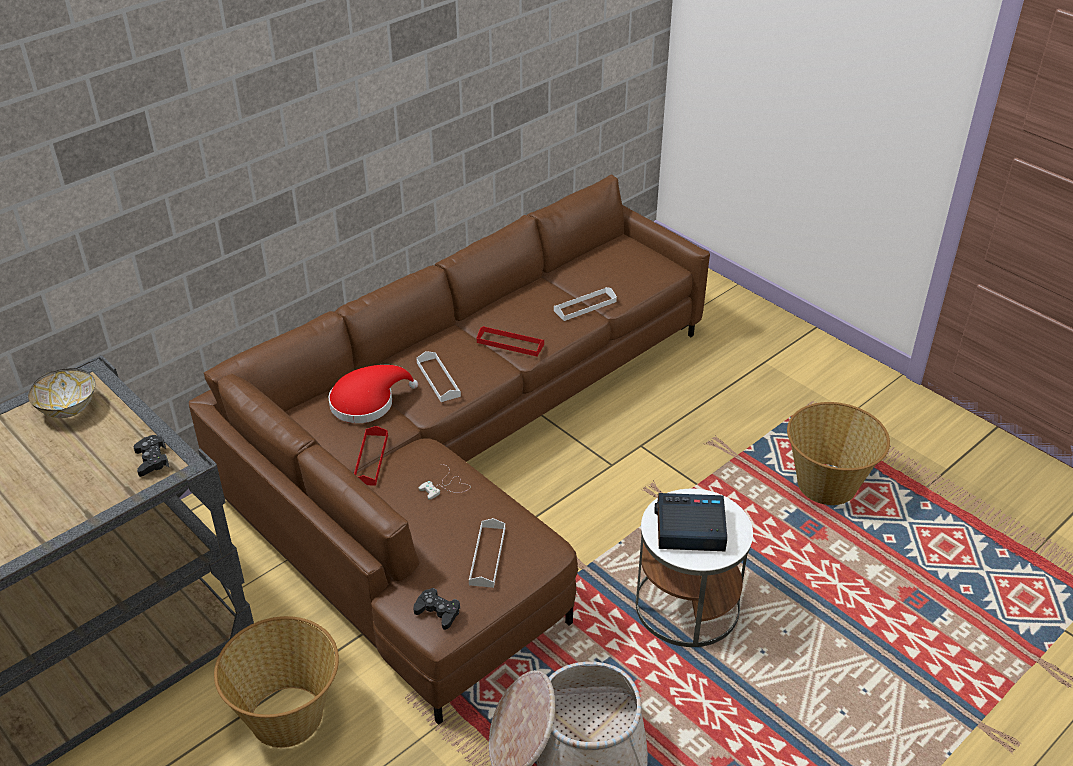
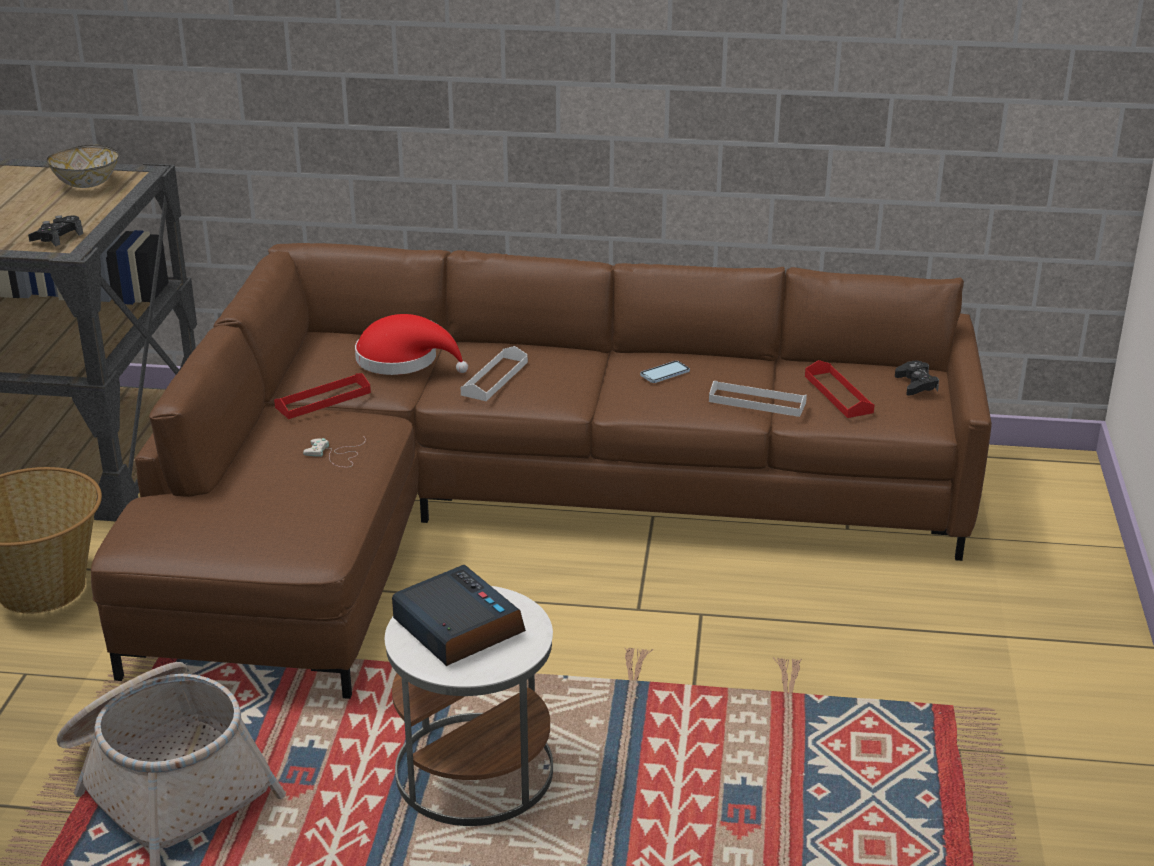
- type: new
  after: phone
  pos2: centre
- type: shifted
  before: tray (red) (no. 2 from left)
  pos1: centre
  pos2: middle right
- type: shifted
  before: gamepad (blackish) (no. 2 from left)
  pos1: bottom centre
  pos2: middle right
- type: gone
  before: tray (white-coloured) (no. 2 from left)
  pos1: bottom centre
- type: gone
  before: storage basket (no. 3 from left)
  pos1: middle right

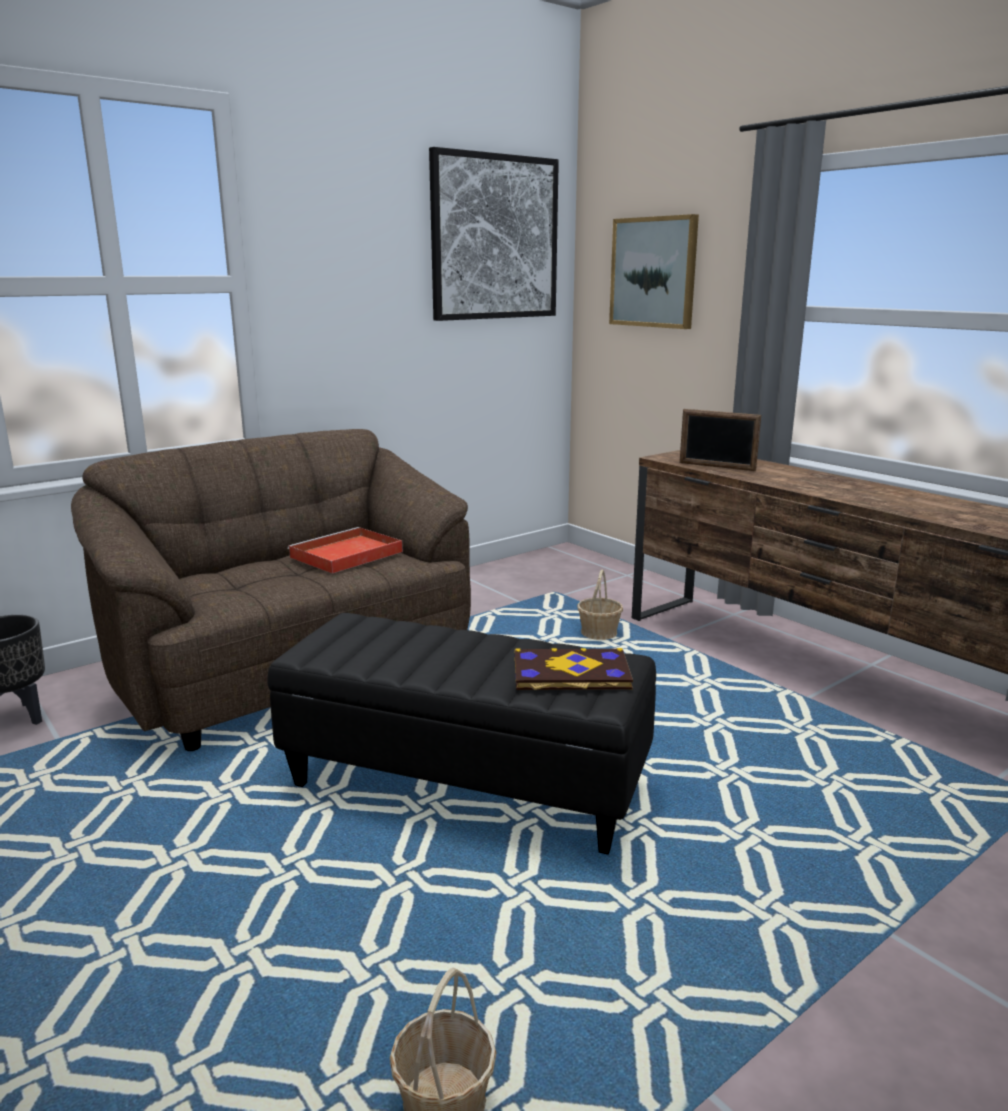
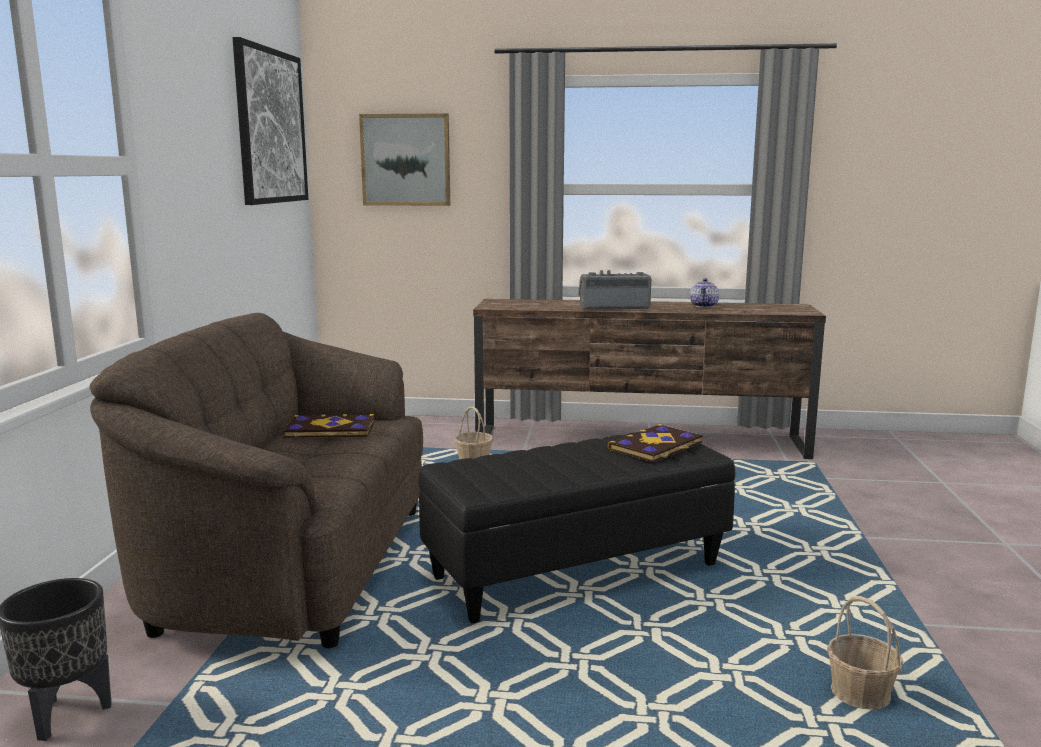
- type: swapped
  before: tray (red)
  after: bound book (no. 1 from left)
  pos1: centre
  pos2: middle left
- type: new
  after: radio
  pos2: centre
- type: new
  after: tea pot
  pos2: middle right
- type: gone
  before: standing frame
  pos1: middle right

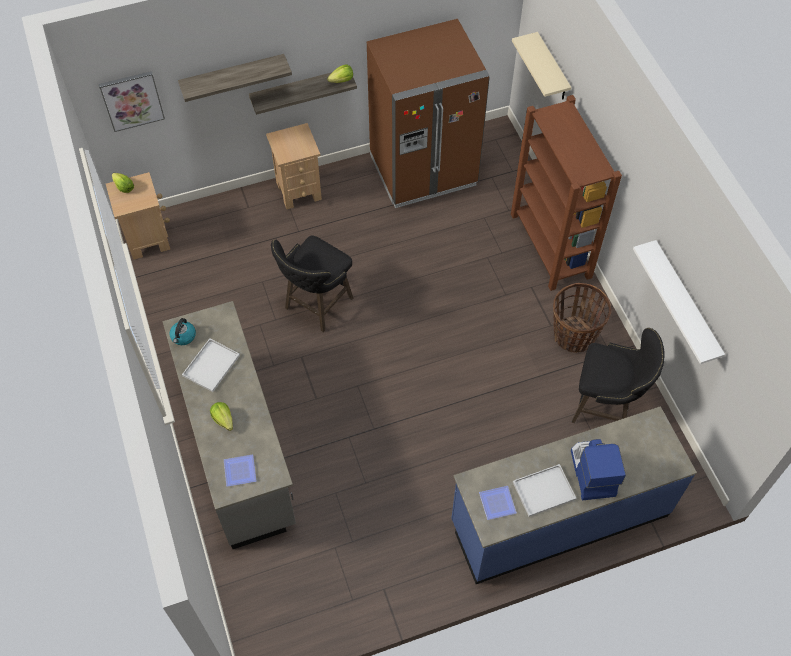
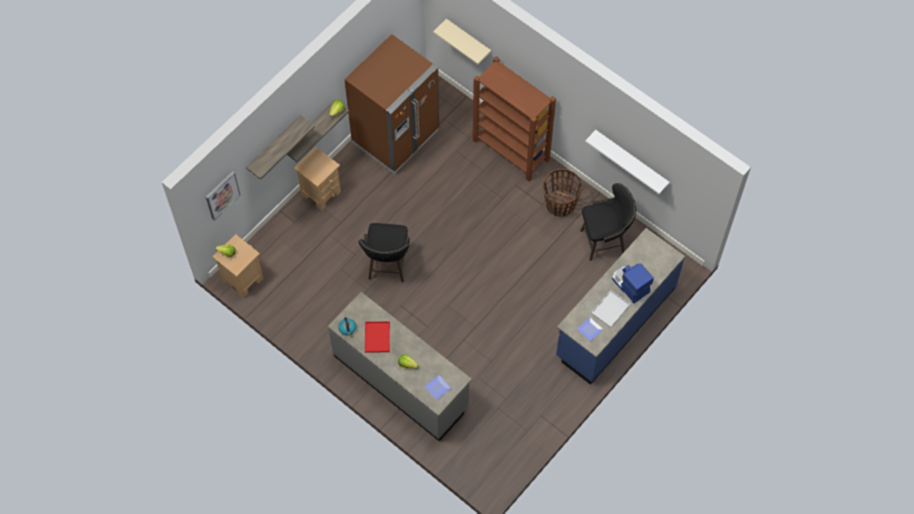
- type: repainted
  before: tray (white-coloured) (no. 1 from left)
  after: tray (red)
  pos1: middle left
  pos2: centre

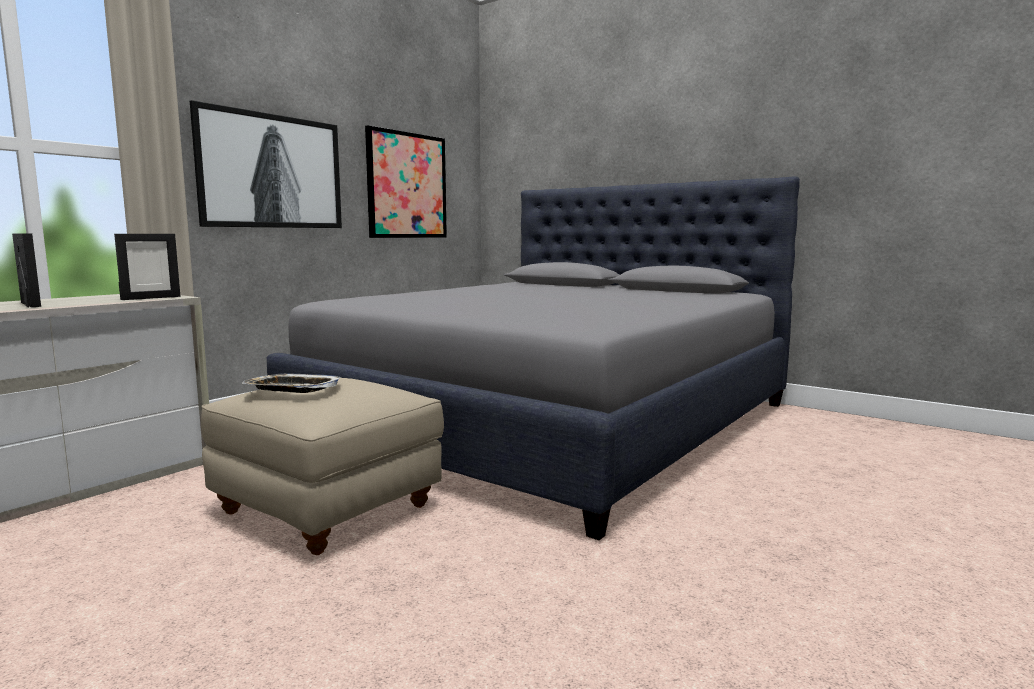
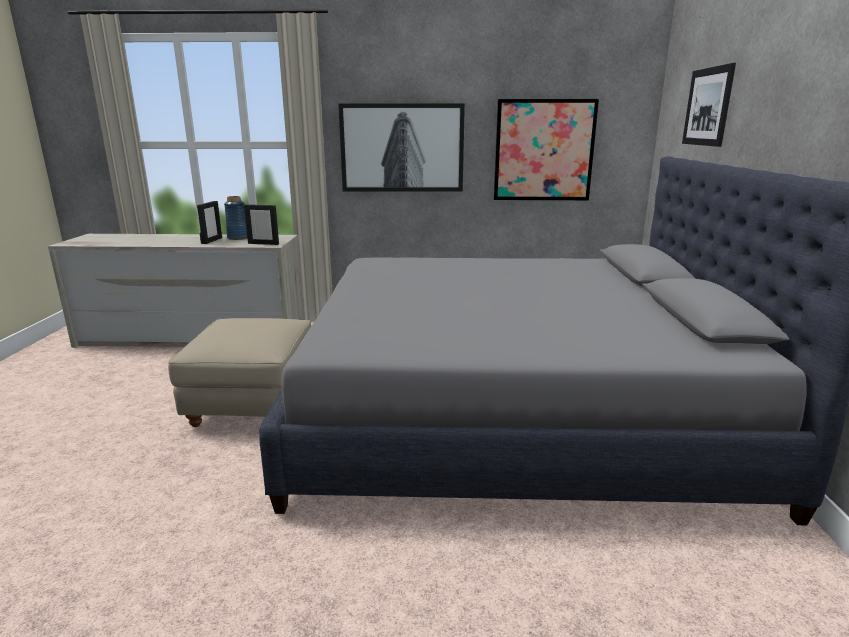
- type: new
  after: vase (blue)
  pos2: middle left
- type: new
  after: wall picture (no. 3 from left)
  pos2: top right
- type: gone
  before: tray
  pos1: middle left

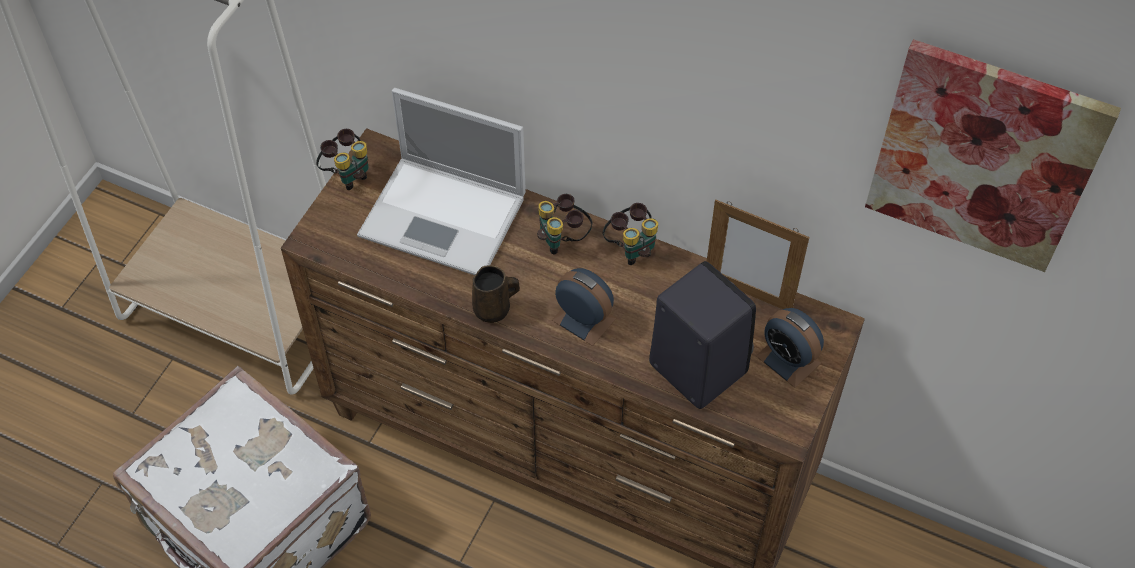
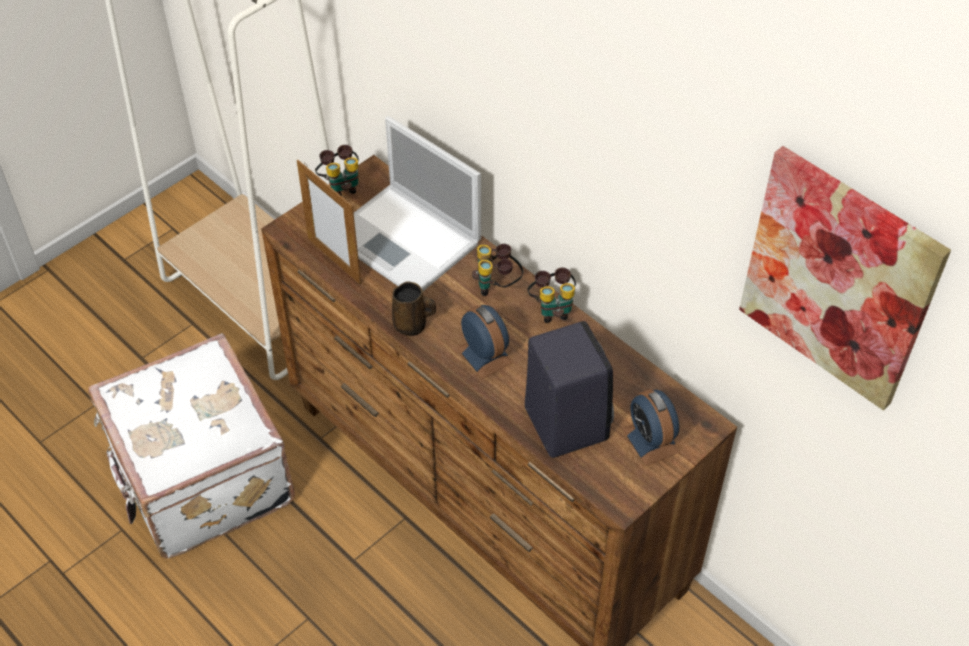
- type: shifted
  before: standing frame
  pos1: middle right
  pos2: centre

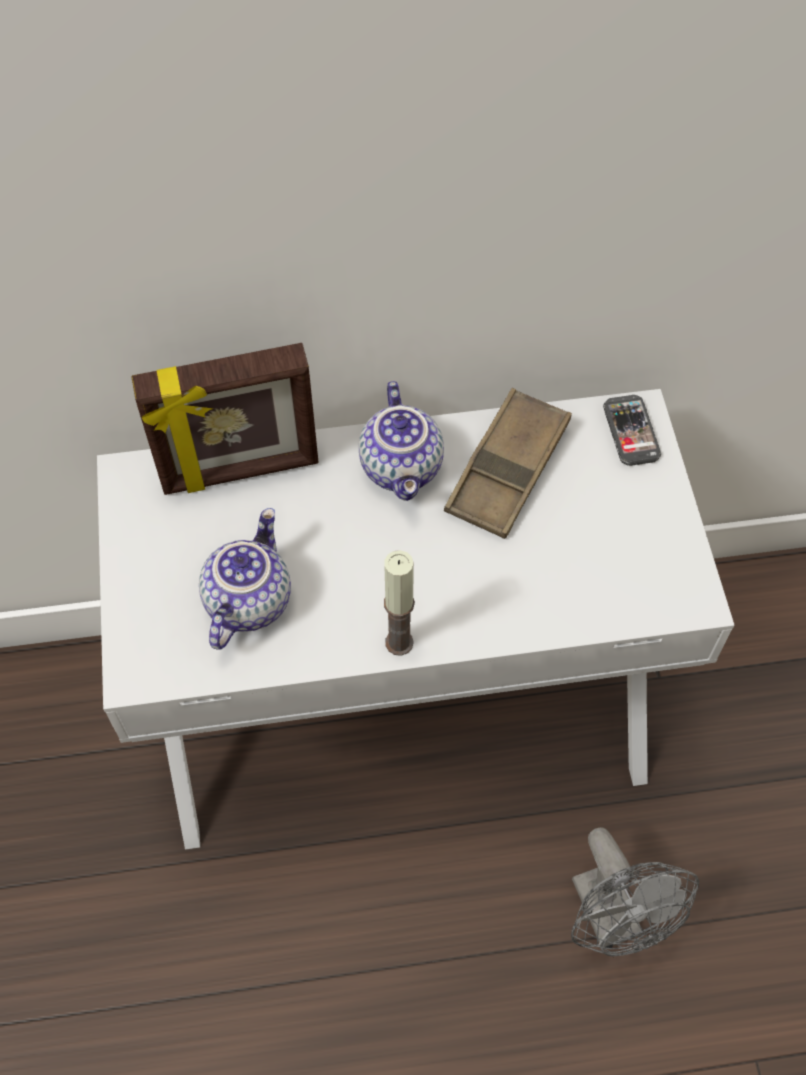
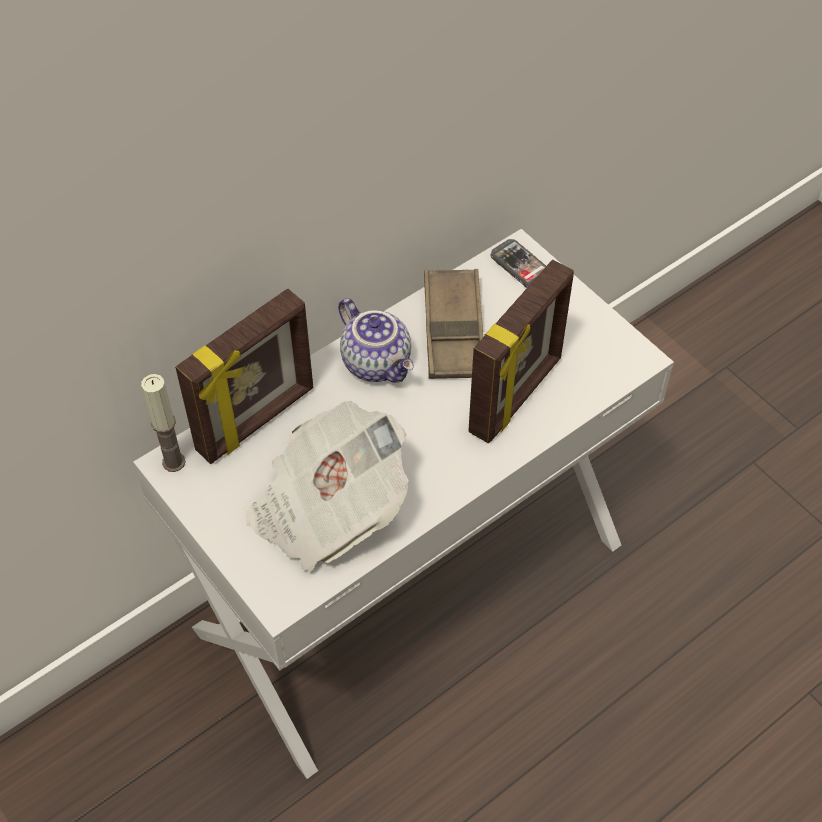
- type: shifted
  before: wax candle
  pos1: centre
  pos2: middle left
- type: swapped
  before: tea pot (no. 1 from left)
  after: daily paper
  pos1: middle left
  pos2: centre
- type: new
  after: standing frame (no. 2 from left)
  pos2: centre
- type: gone
  before: fan (greyish)
  pos1: bottom right

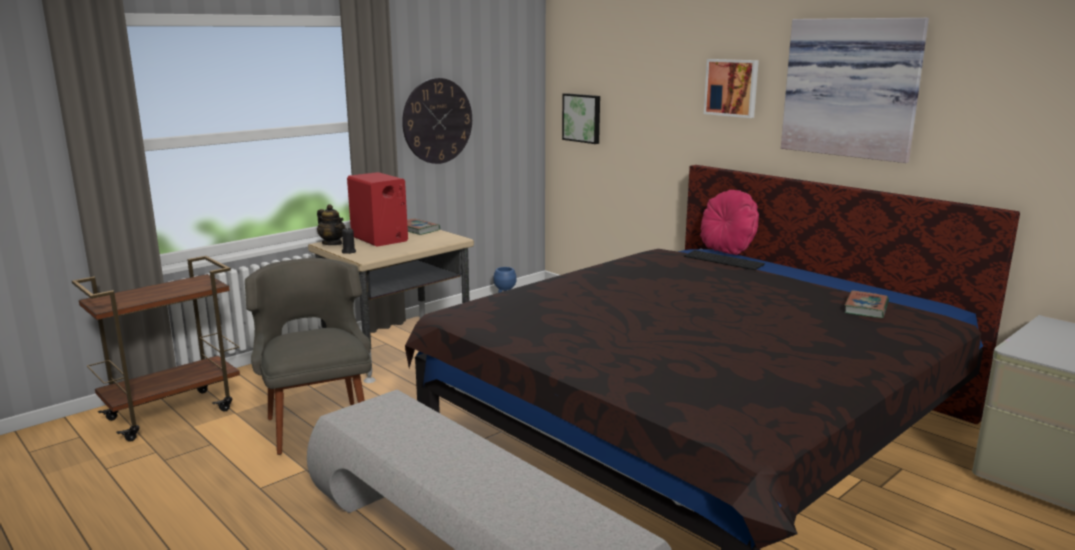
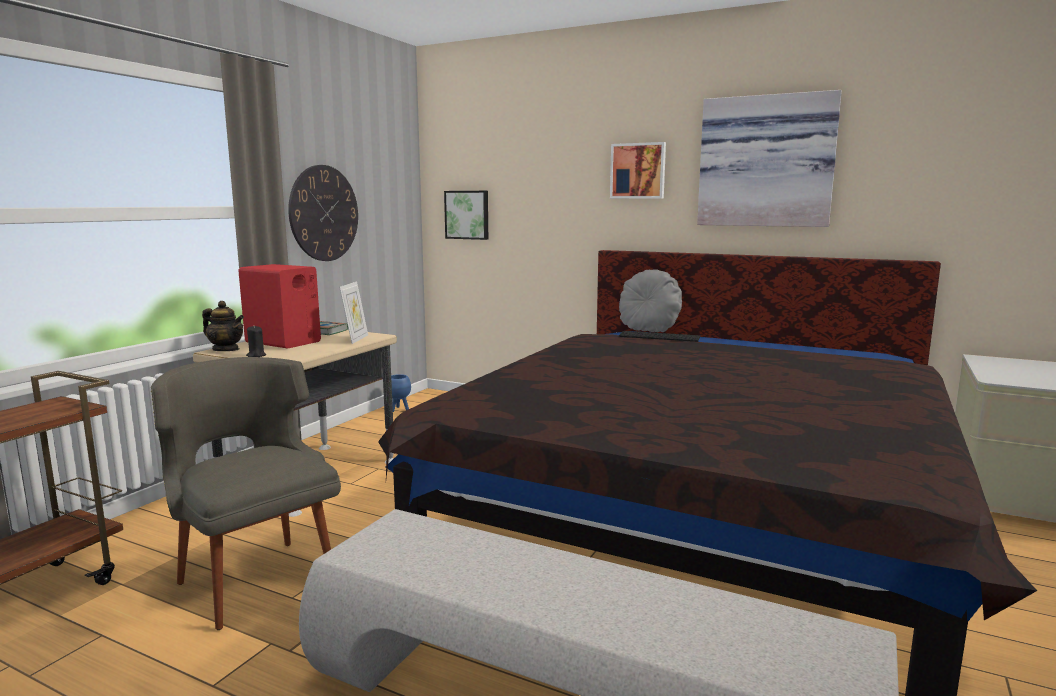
- type: new
  after: standing frame
  pos2: centre
- type: repainted
  before: pillow (pink)
  after: pillow (greyish)
  pos1: middle right
  pos2: centre
- type: gone
  before: bound book (no. 2 from left)
  pos1: middle right

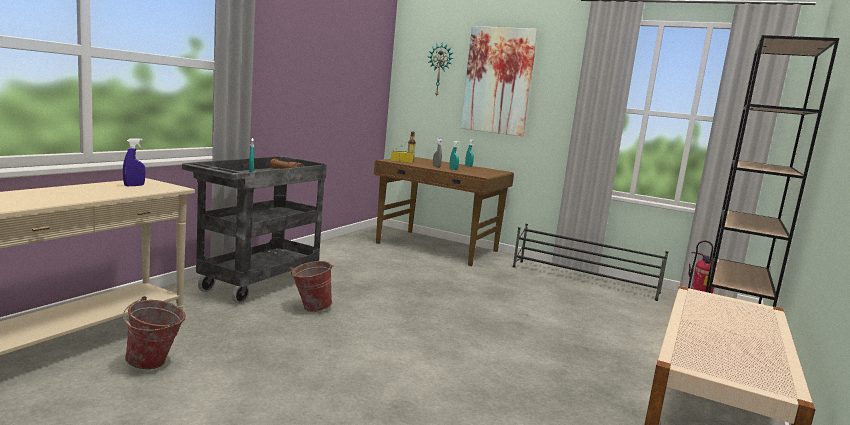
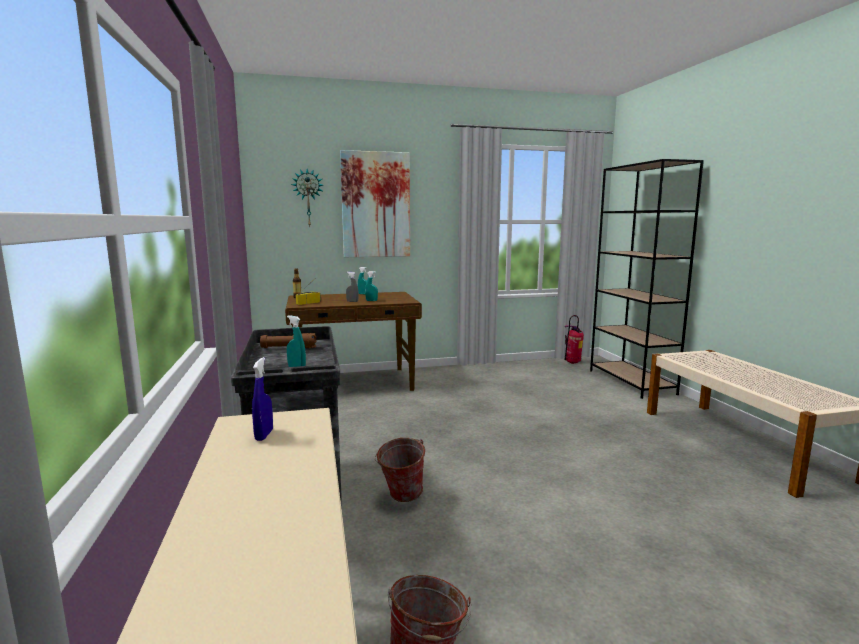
- type: gone
  before: shoe stand (blackish)
  pos1: middle right

